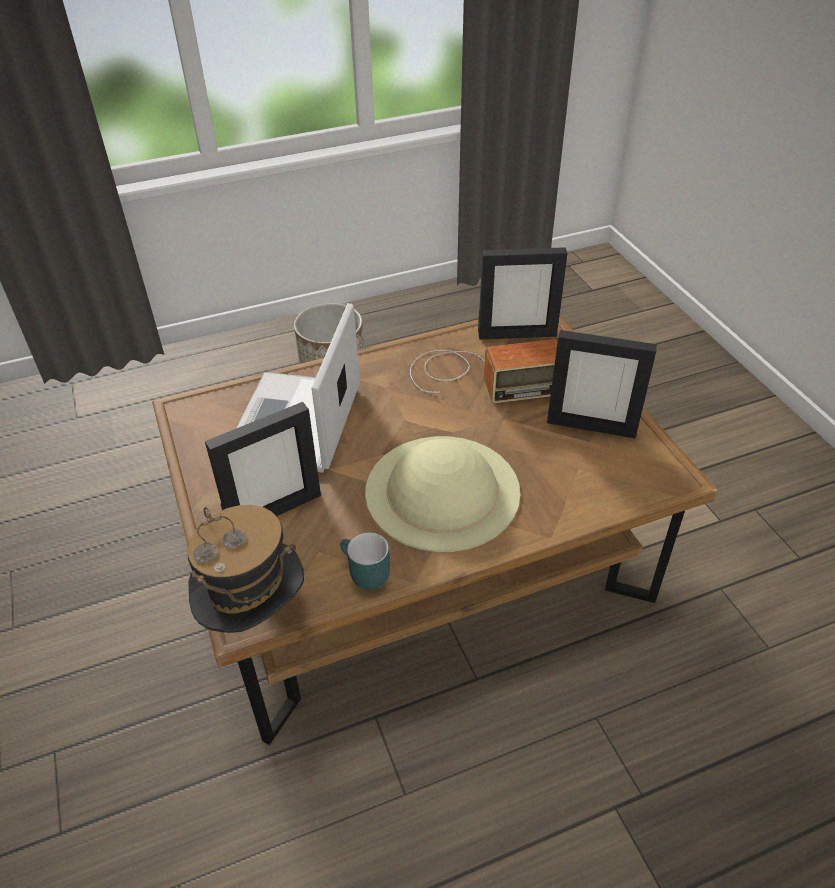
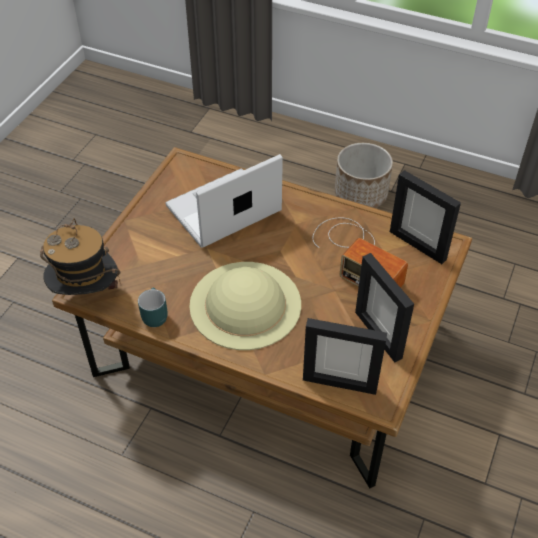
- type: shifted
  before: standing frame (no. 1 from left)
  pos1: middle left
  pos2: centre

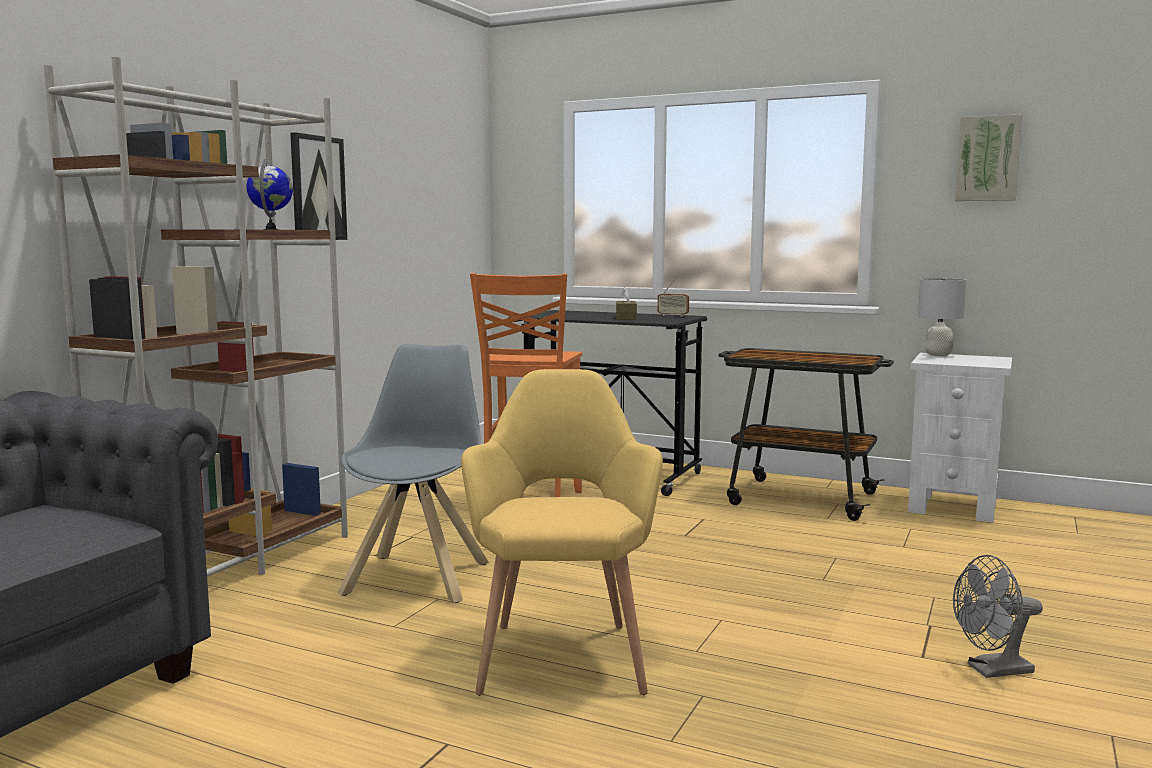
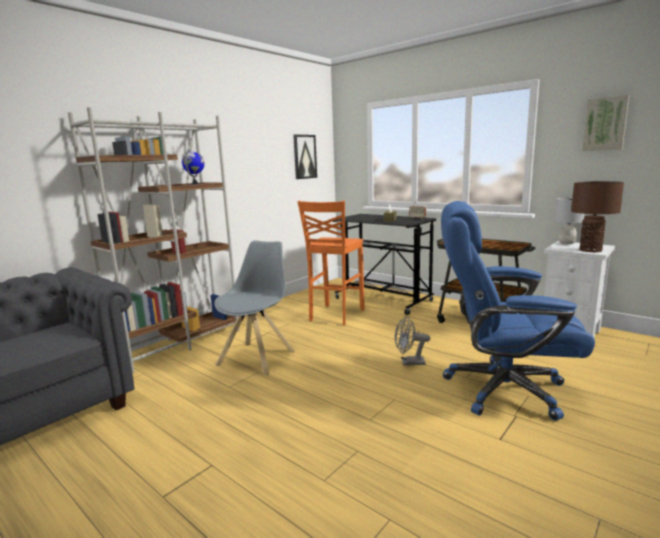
- type: shifted
  before: wall picture (no. 1 from left)
  pos1: top left
  pos2: top centre
- type: shifted
  before: fan (greyish)
  pos1: bottom right
  pos2: centre
- type: new
  after: computer chair (blue)
  pos2: middle right
- type: new
  after: table lamp (brownish)
  pos2: middle right
- type: gone
  before: armchair (yellow-coloured)
  pos1: bottom centre

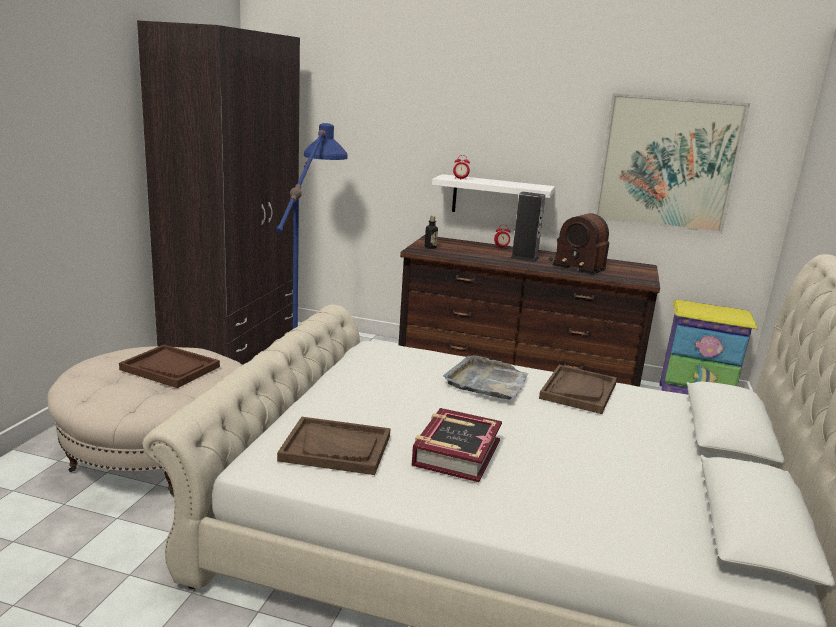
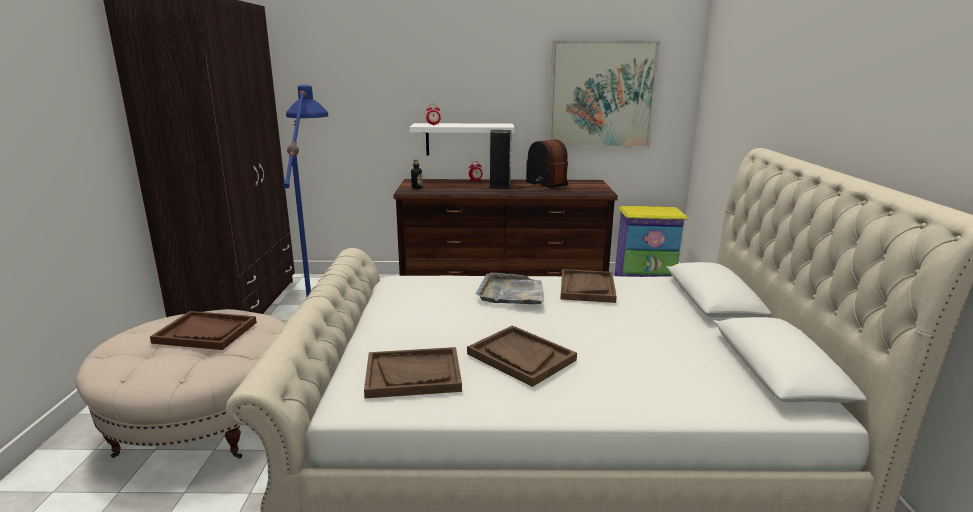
- type: swapped
  before: bound book
  after: tray (brownish) (no. 3 from left)
  pos1: bottom centre
  pos2: bottom centre
- type: rotated
  before: radio
  pos1: middle right
  pos2: top centre
  turn: -150

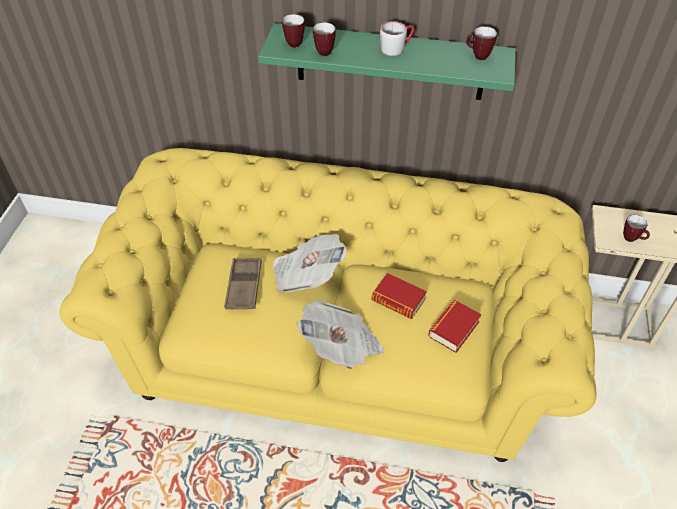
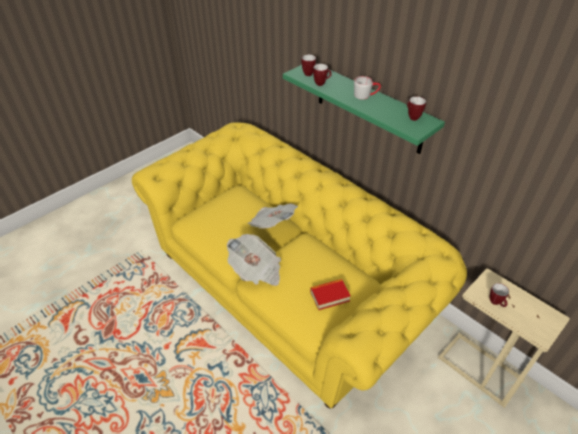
- type: gone
  before: tray (brownish)
  pos1: centre
- type: gone
  before: bound book (no. 1 from left)
  pos1: centre

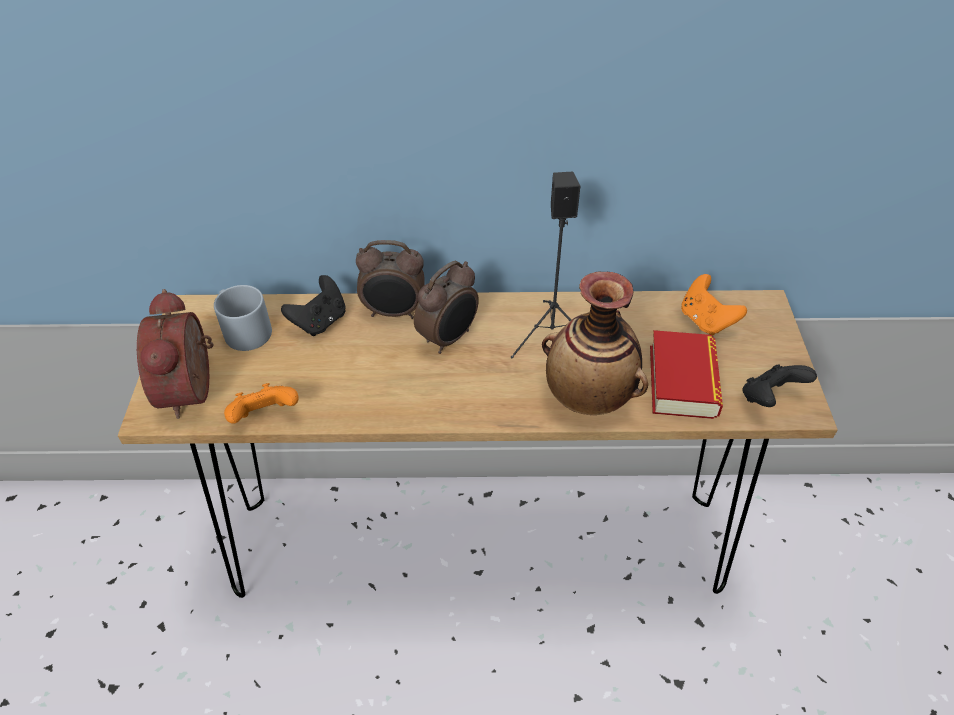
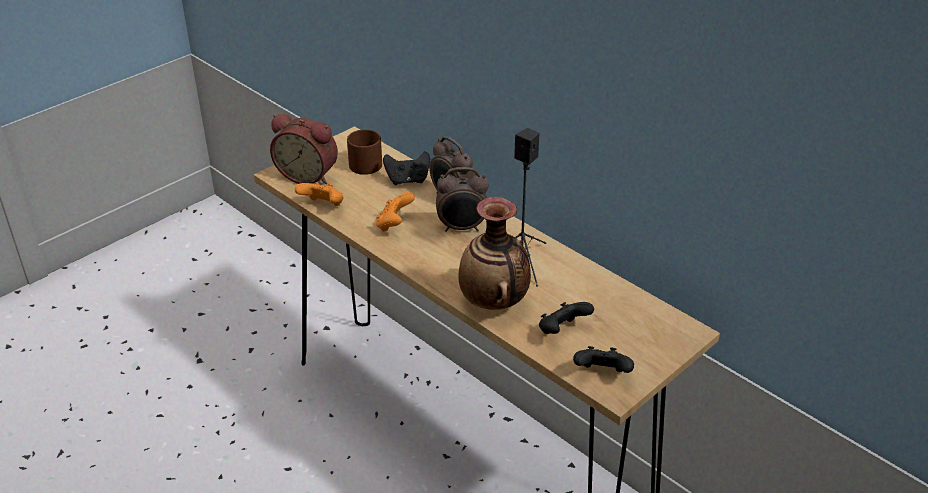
- type: rotated
  before: alarm clock (no. 1 from left)
  pos1: middle left
  pos2: top left
  turn: -105
- type: repainted
  before: coffee mug (greyish)
  after: coffee mug (brownish)
  pos1: middle left
  pos2: top centre
- type: shifted
  before: gamepad (orange-coloured) (no. 2 from left)
  pos1: middle right
  pos2: centre
- type: swapped
  before: bound book
  after: gamepad (blackish) (no. 2 from left)
  pos1: middle right
  pos2: centre

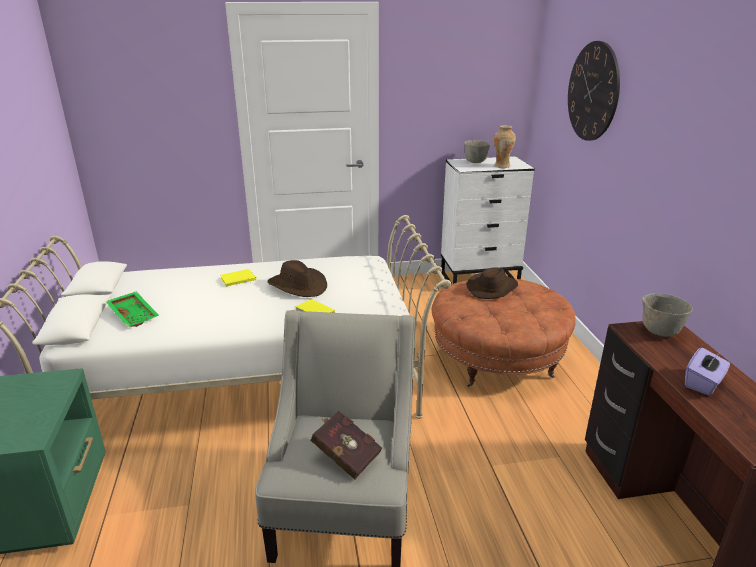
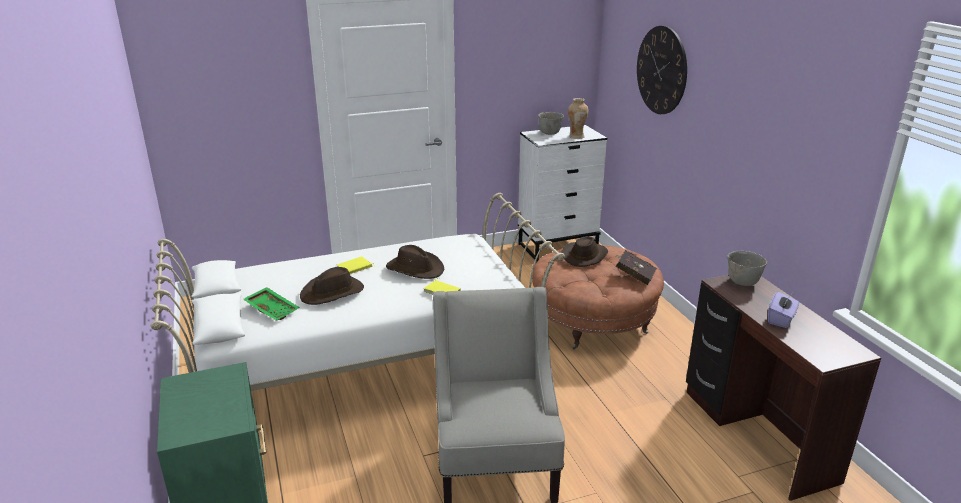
- type: new
  after: clothing hat (brownish) (no. 1 from left)
  pos2: centre
- type: shifted
  before: bound book (red)
  pos1: bottom centre
  pos2: centre

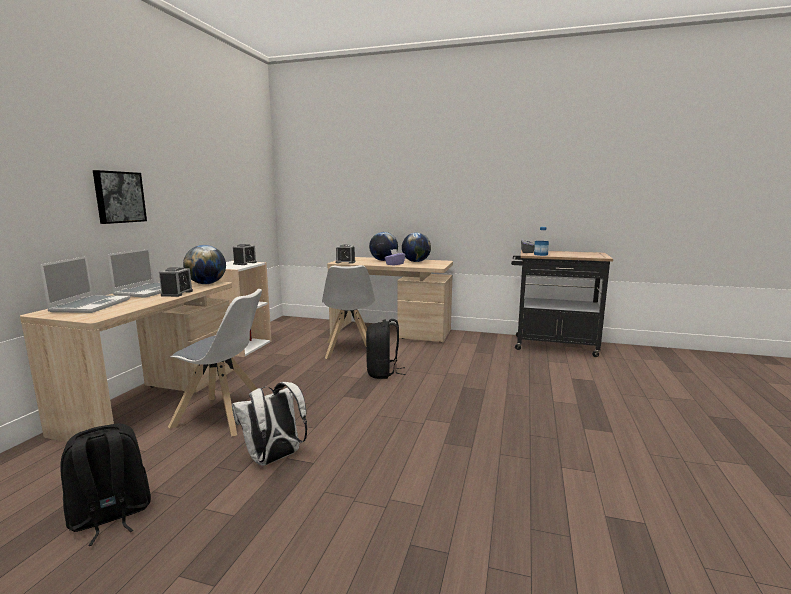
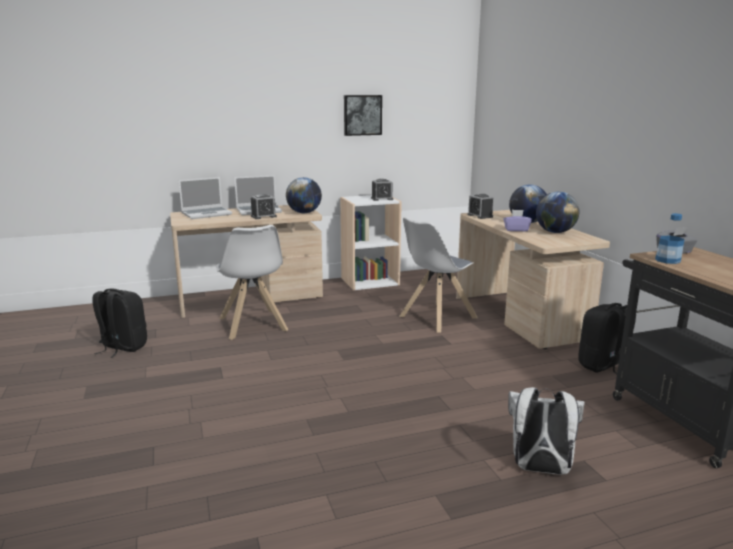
- type: shifted
  before: wall picture
  pos1: top left
  pos2: top centre
- type: shifted
  before: knapsack (white-coloured)
  pos1: bottom centre
  pos2: bottom right
- type: shifted
  before: knapsack (blackish) (no. 2 from left)
  pos1: centre
  pos2: middle right

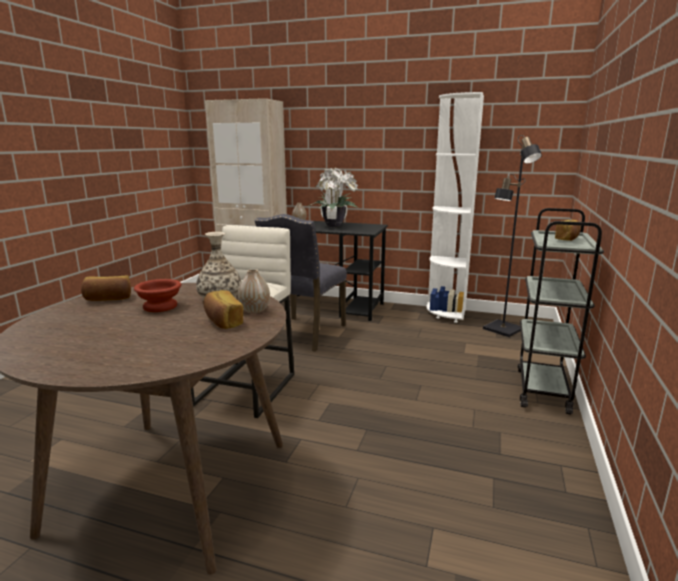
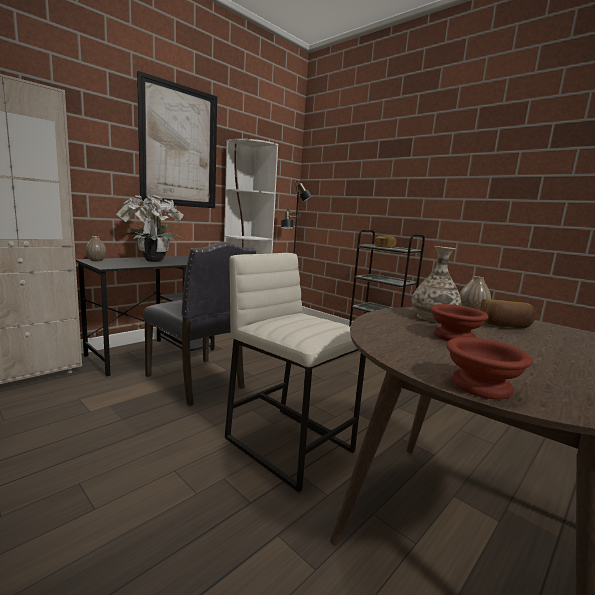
- type: new
  after: wall picture
  pos2: top left
- type: new
  after: deep dish (brownish) (no. 2 from left)
  pos2: middle right
- type: gone
  before: baked bread (no. 1 from left)
  pos1: middle left

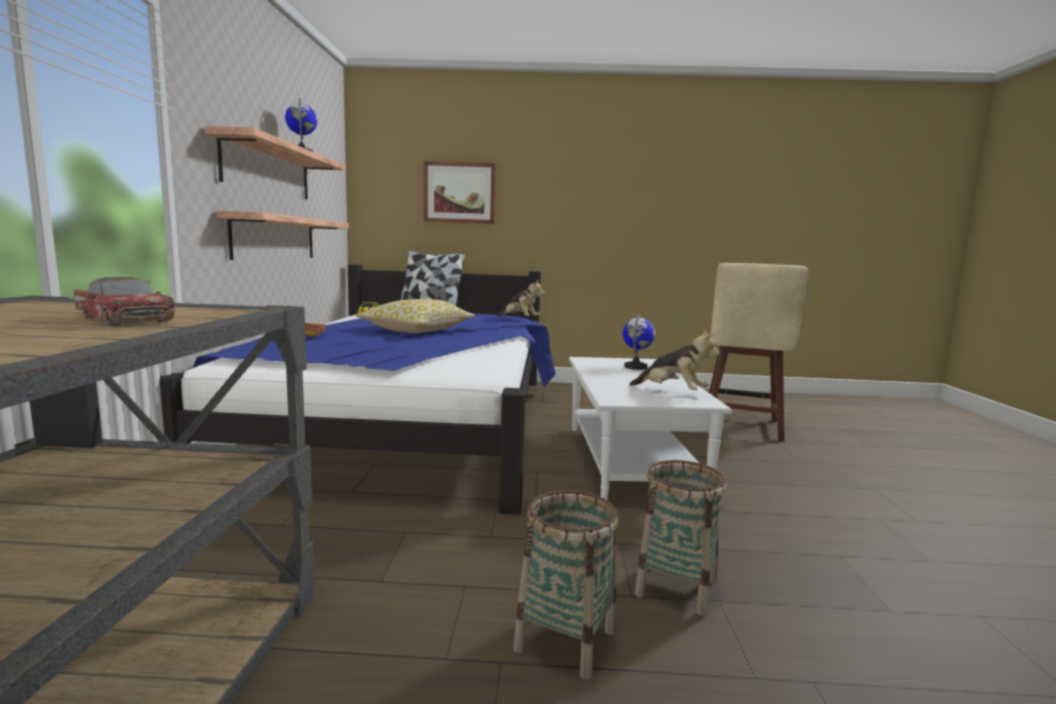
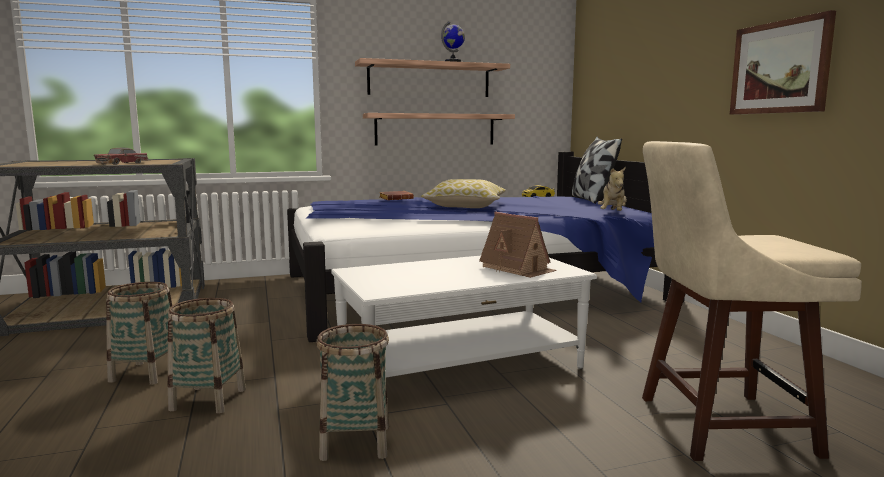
- type: new
  after: storage basket (no. 3 from left)
  pos2: bottom centre
- type: swapped
  before: globe (no. 2 from left)
  after: toy house
  pos1: centre
  pos2: centre
- type: shifted
  before: wall picture
  pos1: top centre
  pos2: top right
- type: gone
  before: cuddly toy (no. 2 from left)
  pos1: centre

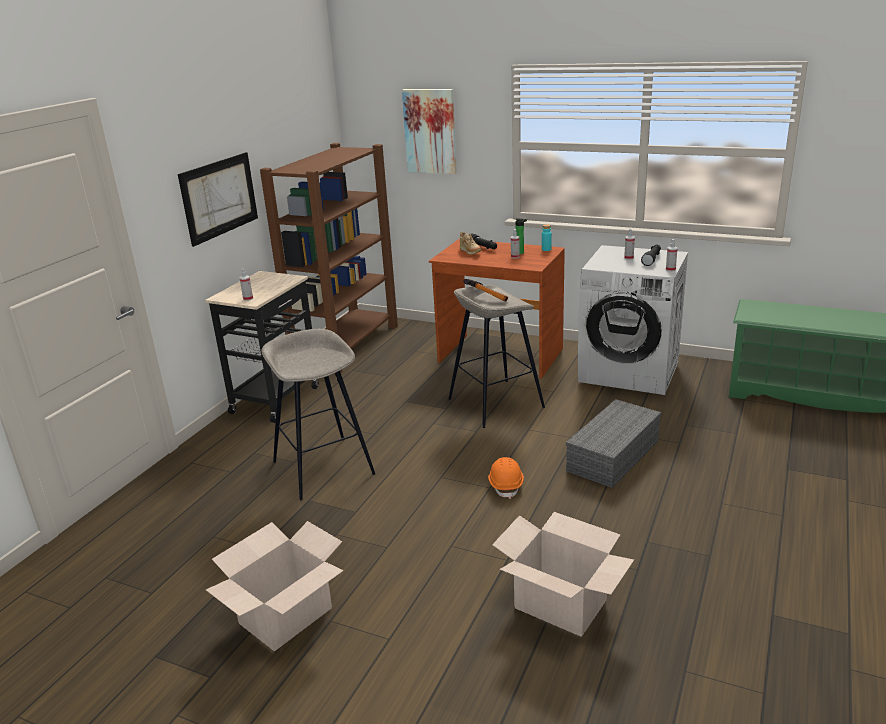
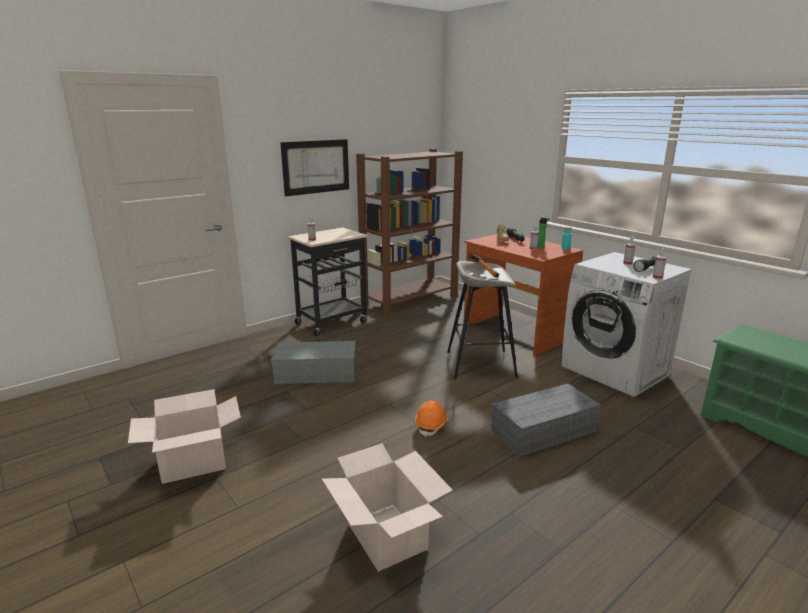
- type: swapped
  before: stool seat (greyish) (no. 1 from left)
  after: storage box (greyish) (no. 1 from left)
  pos1: centre
  pos2: centre
- type: gone
  before: wall picture (no. 2 from left)
  pos1: top centre

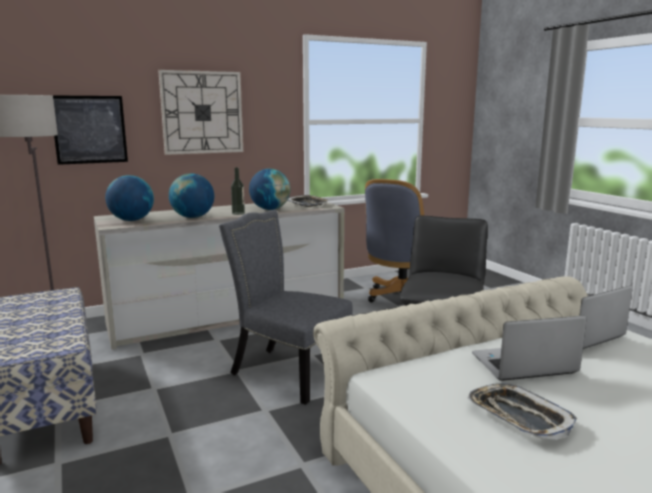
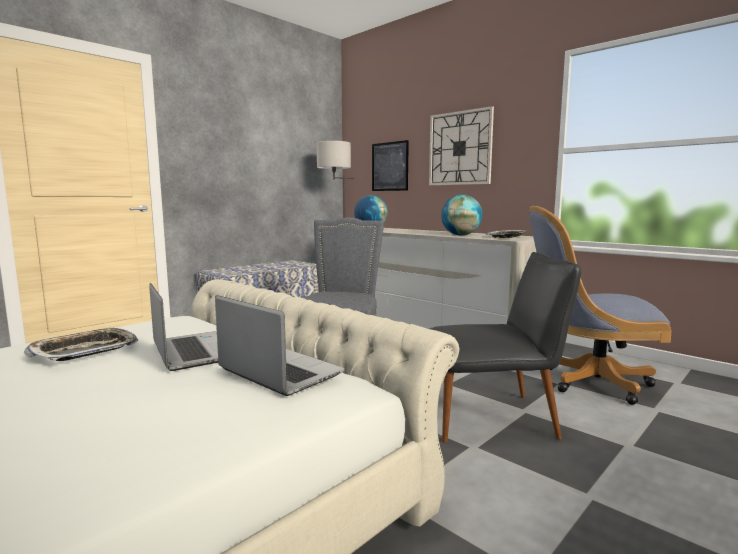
- type: gone
  before: globe (no. 2 from left)
  pos1: middle left
- type: gone
  before: beverage bottle
  pos1: centre

